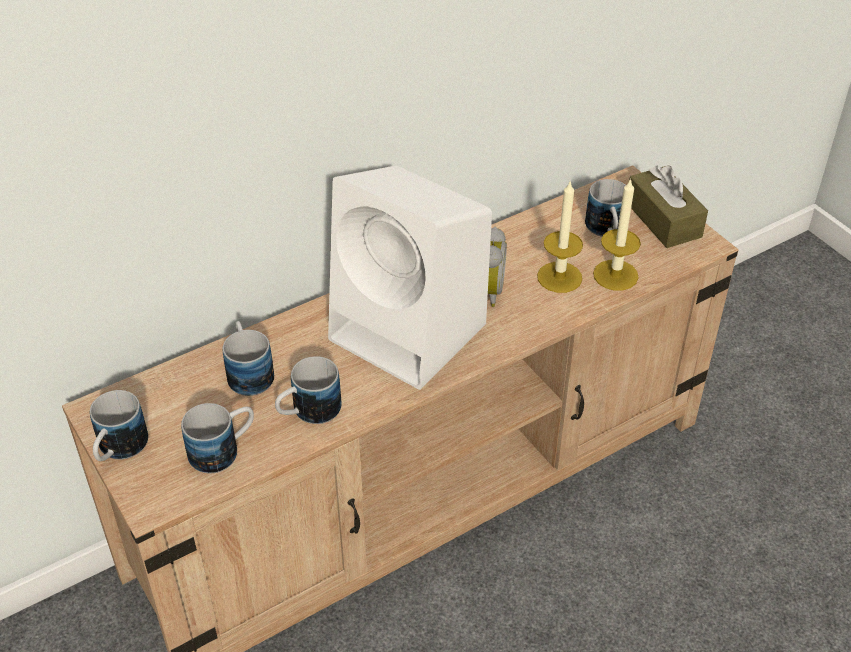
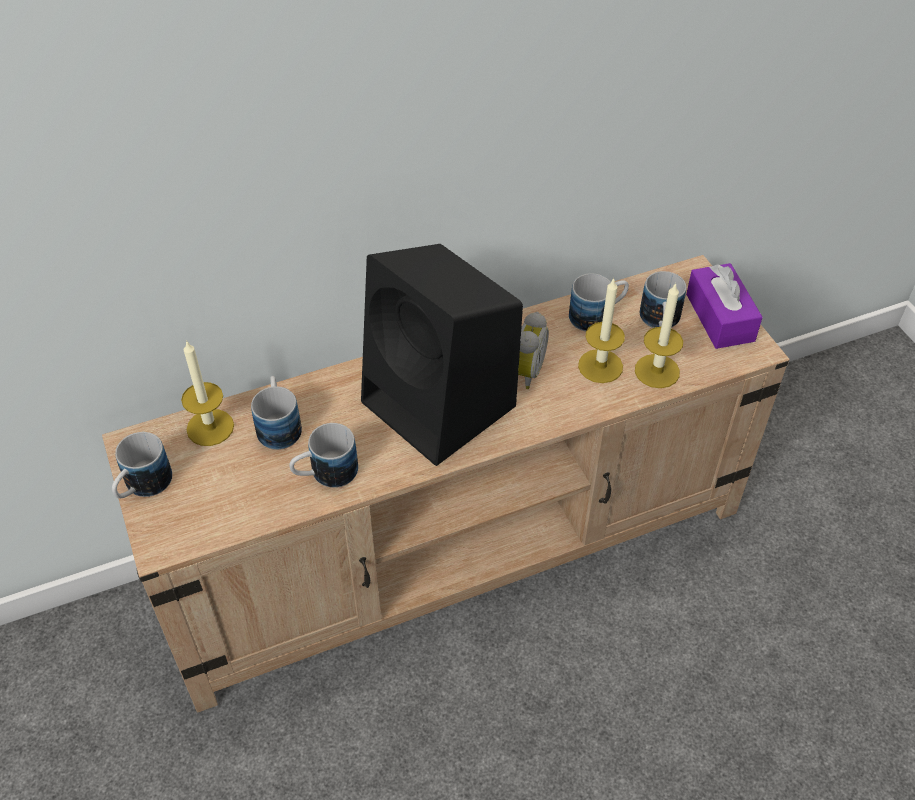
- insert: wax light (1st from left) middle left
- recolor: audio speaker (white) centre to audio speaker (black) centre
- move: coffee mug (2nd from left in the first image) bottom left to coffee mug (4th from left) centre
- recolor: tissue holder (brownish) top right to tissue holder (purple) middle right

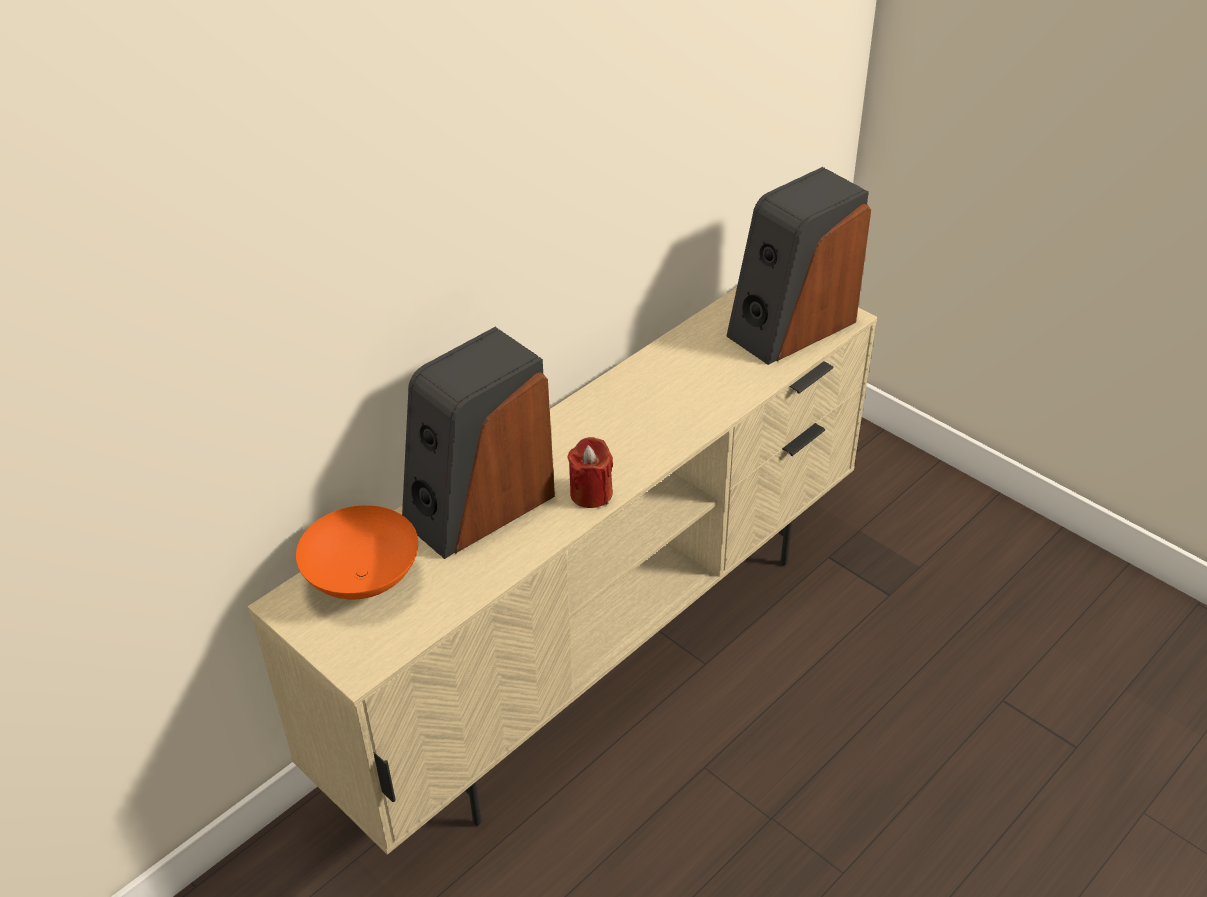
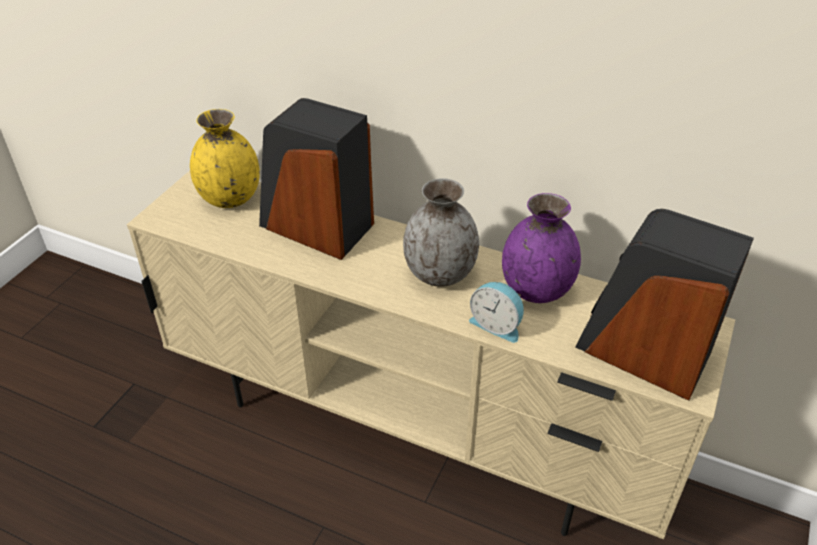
- replace: serving bowl (orangey) middle left to decorative vase (yellowish) top left
- insert: decorative vase (gray) centre
- insert: alarm clock centre
- insert: decorative vase (purple) centre
- delete: wax light (red-coloured) centre

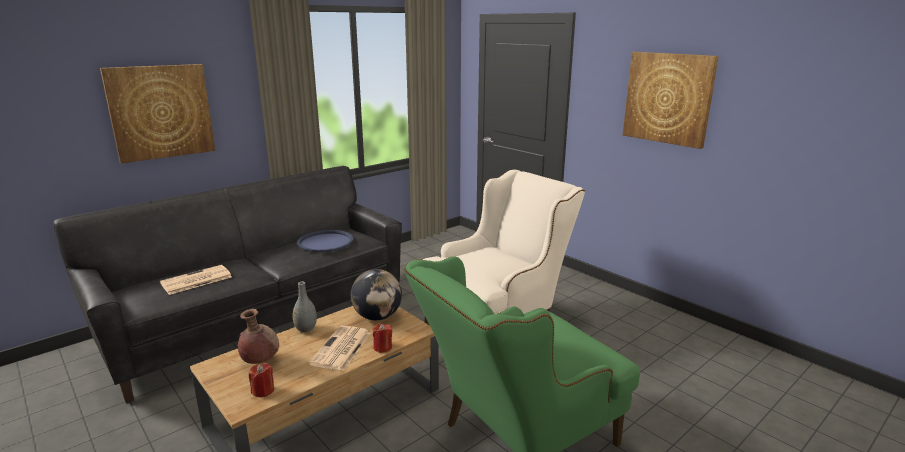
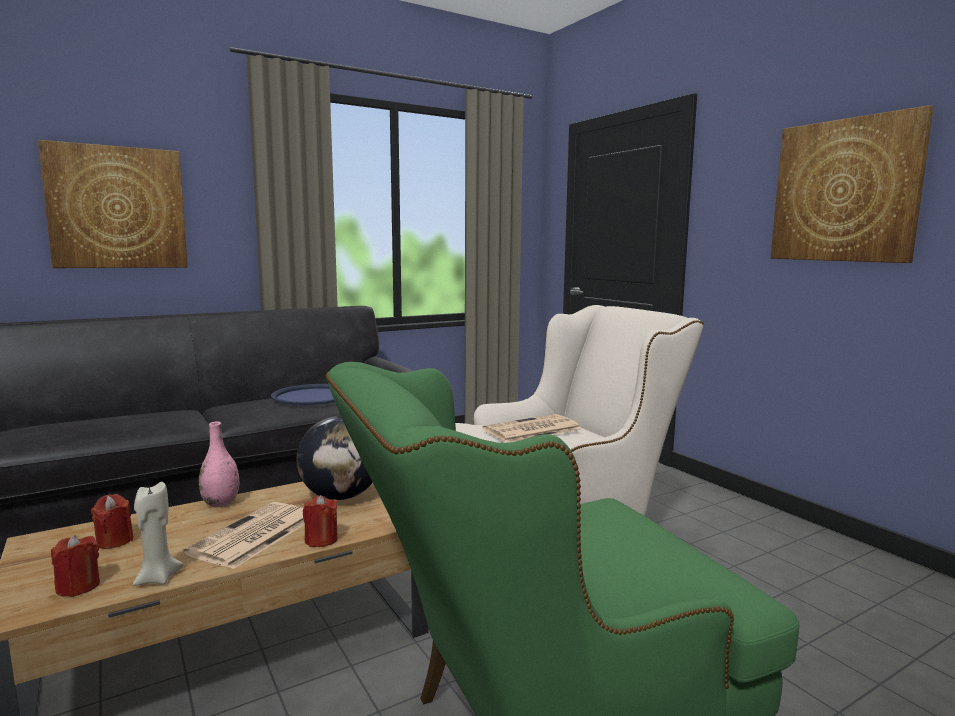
- replace: decorative vase (brownish) bottom left to wax light (red-coloured) (2nd from left) bottom left
- insert: wax light (beige-coloured) bottom left
- recolor: decorative vase (gray) bottom centre to decorative vase (pink) middle left
- move: daily paper (1st from left in the first image) middle left to daily paper (2nd from left) centre

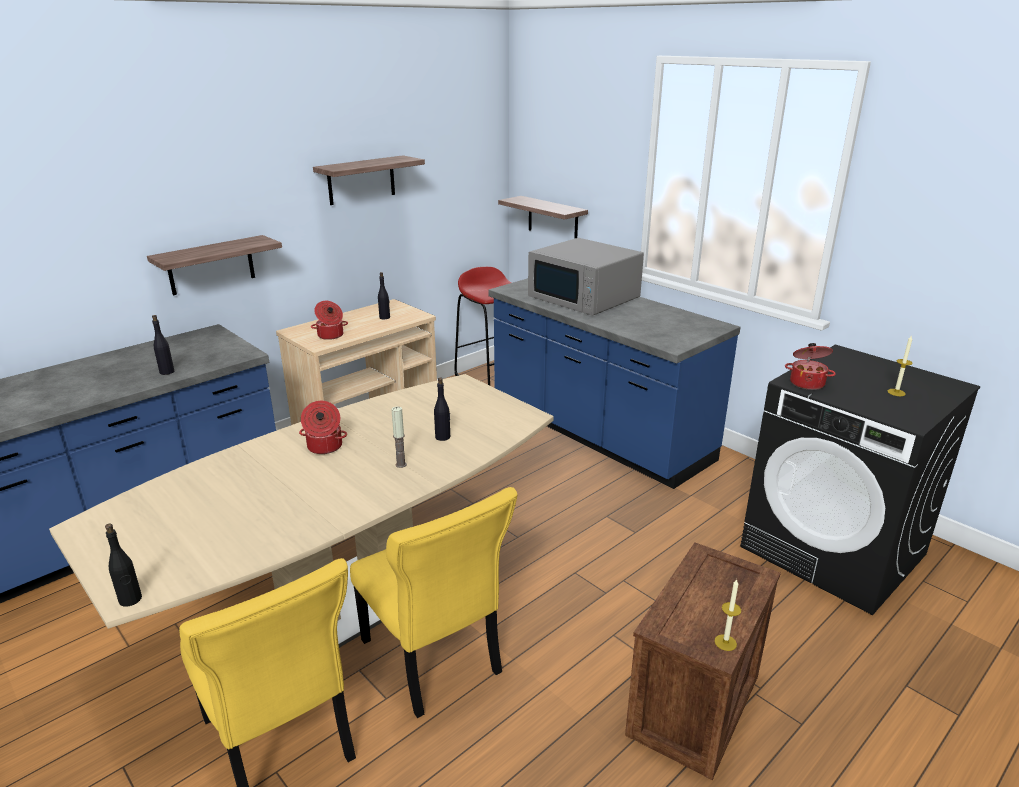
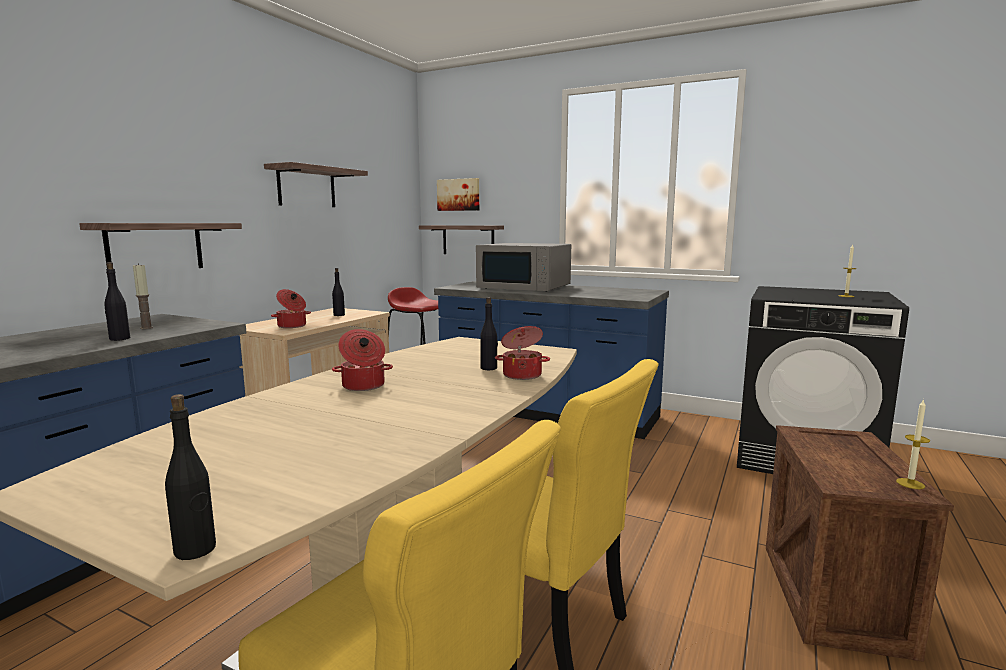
- move: wax light (1st from left) centre to middle left
- insert: wall art top centre
- move: cooking pot (3rd from left) middle right to centre

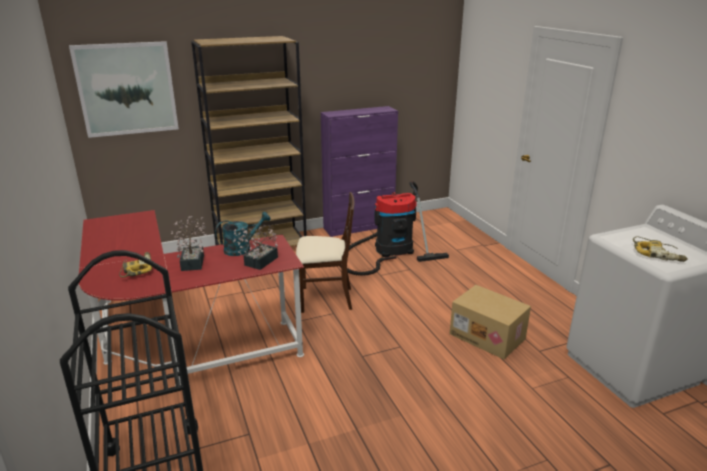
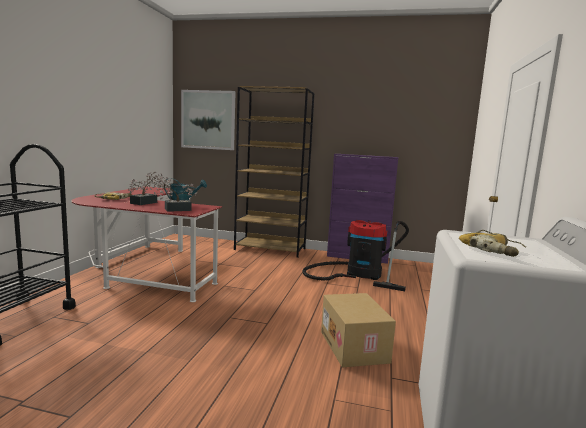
- delete: plain chair (beige-coloured) centre

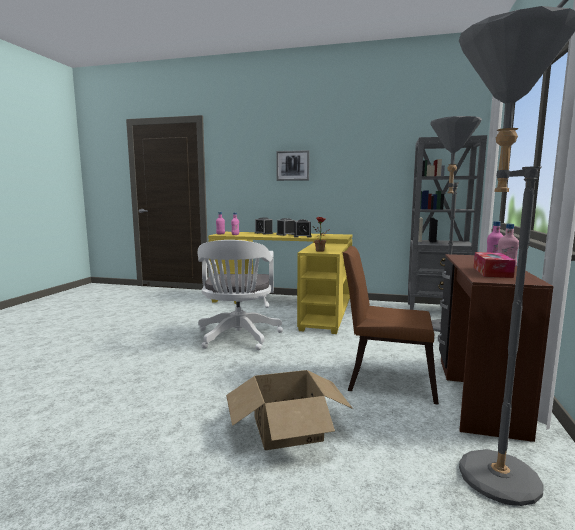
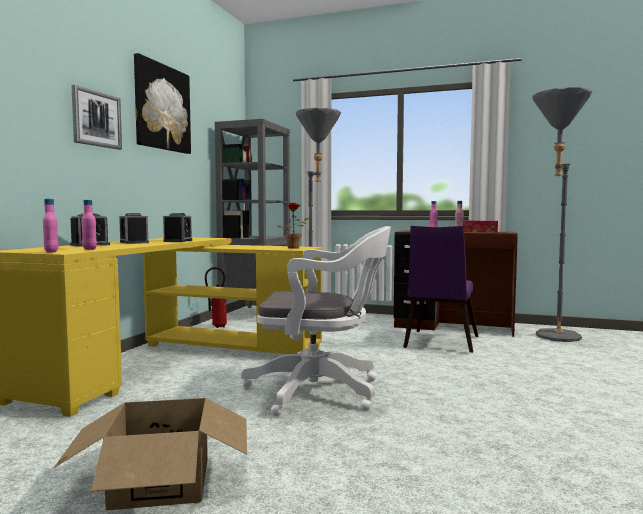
- move: carton bottom centre to bottom left
- insert: wall art (2nd from left) top left
- insert: fire-fighting cylinder centre
- recolor: plain chair (brownish) middle right to plain chair (purple) middle right

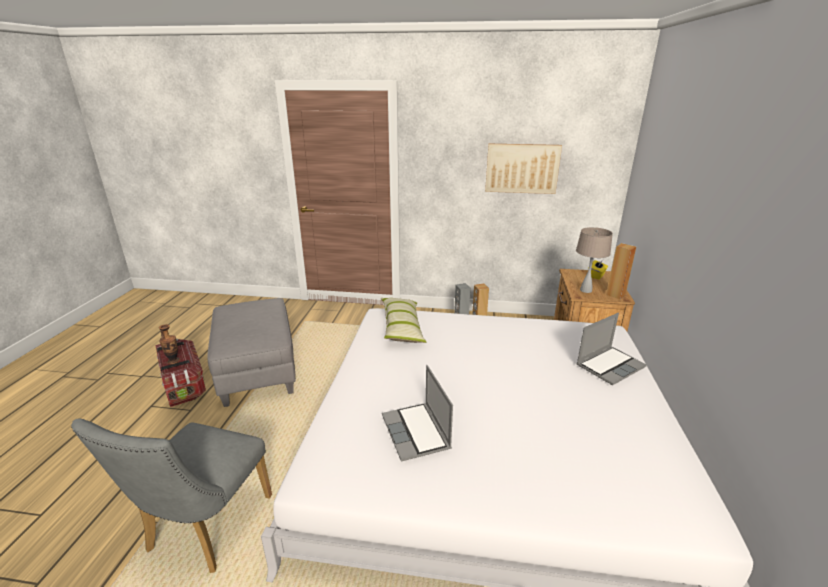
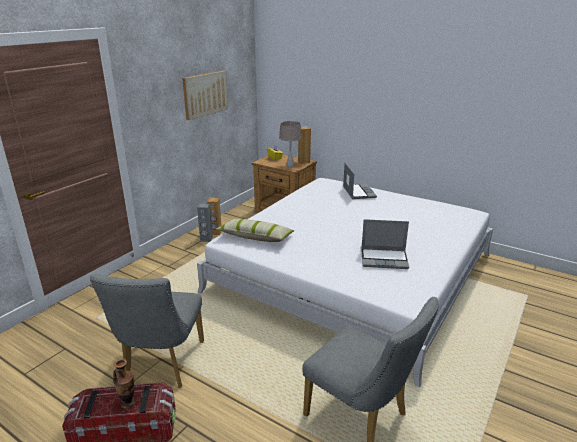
- replace: ottoman (gray) middle left to plain chair (gray) (1st from left) bottom left

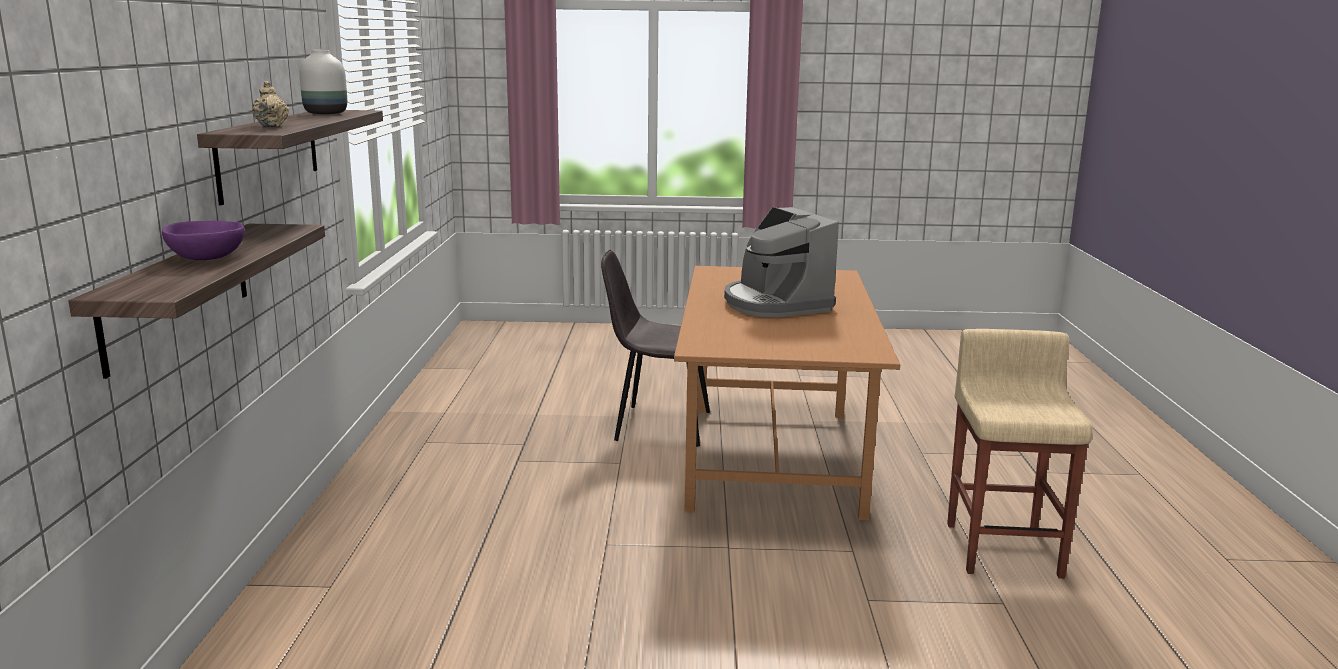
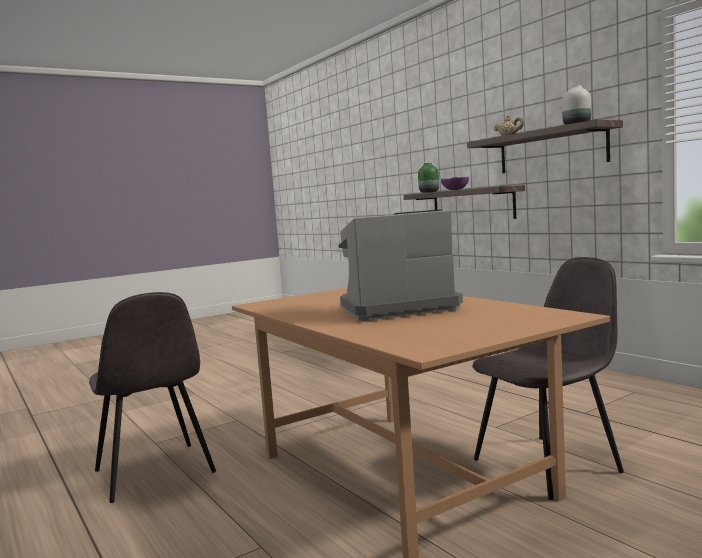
- replace: stool seat (beige-coloured) bottom right to plain chair (gray) (1st from left) bottom left
- rotate: coffee machine centre = centre 45 degrees counterclockwise
- insert: decorative vase (greenish) top centre

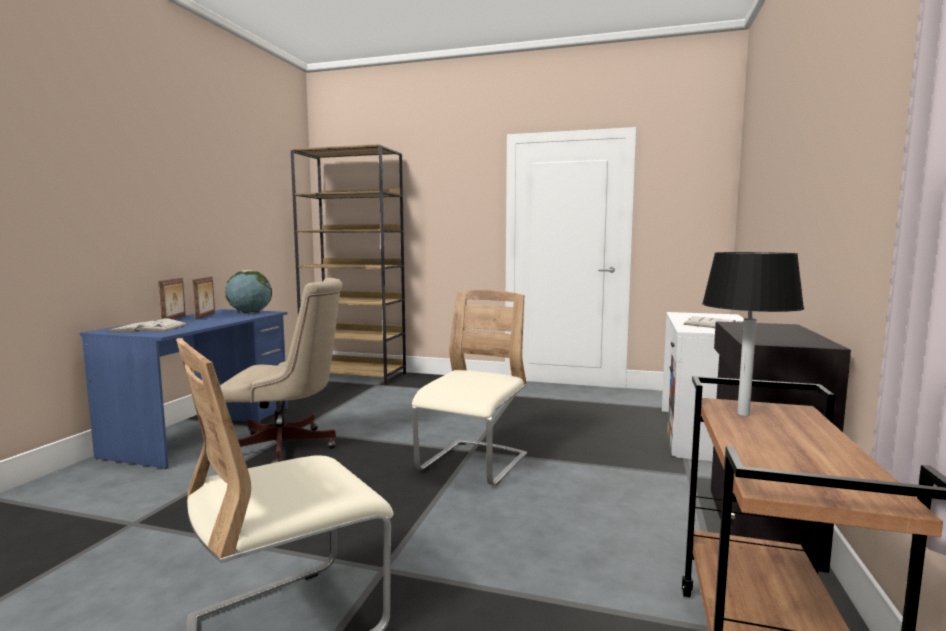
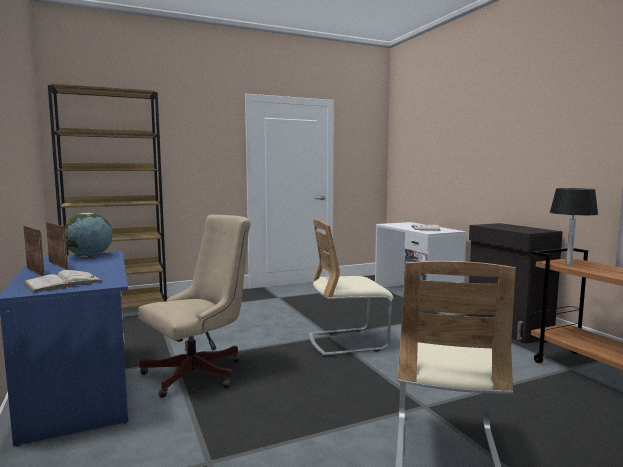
- rotate: plain chair (beige-coloured) (2nd from left in the first image) centre = centre 90 degrees counterclockwise

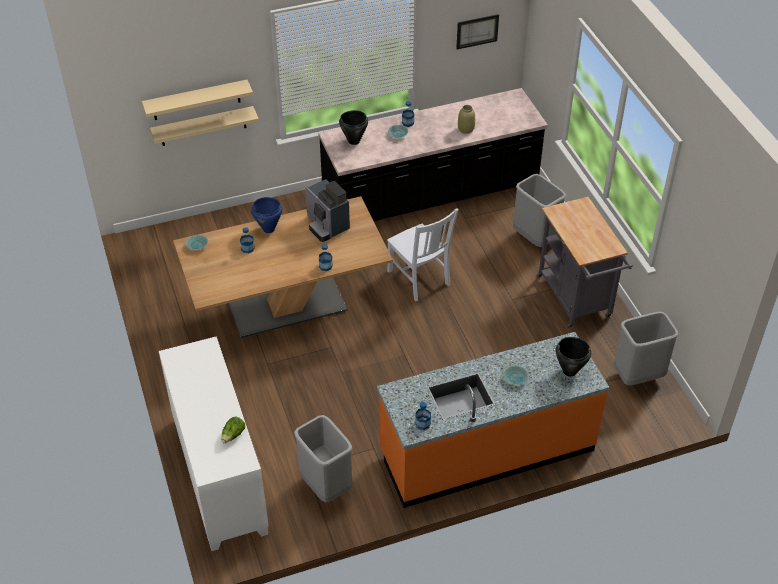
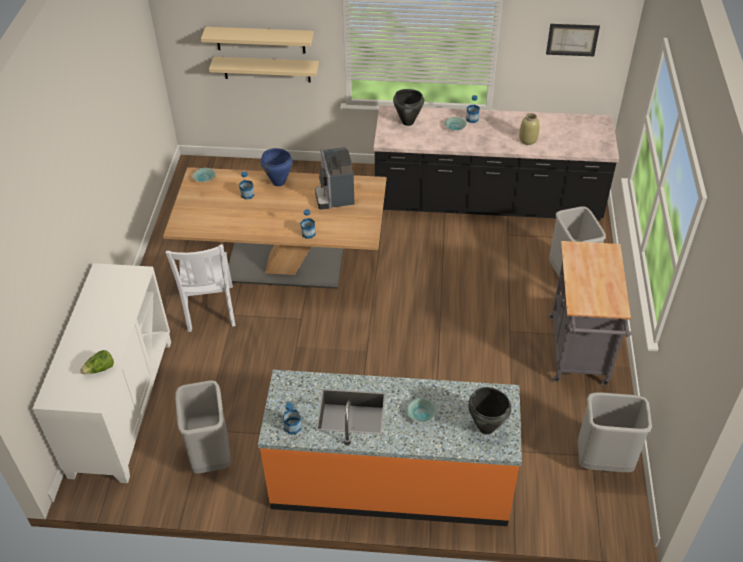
- move: plain chair (white) centre to middle left

